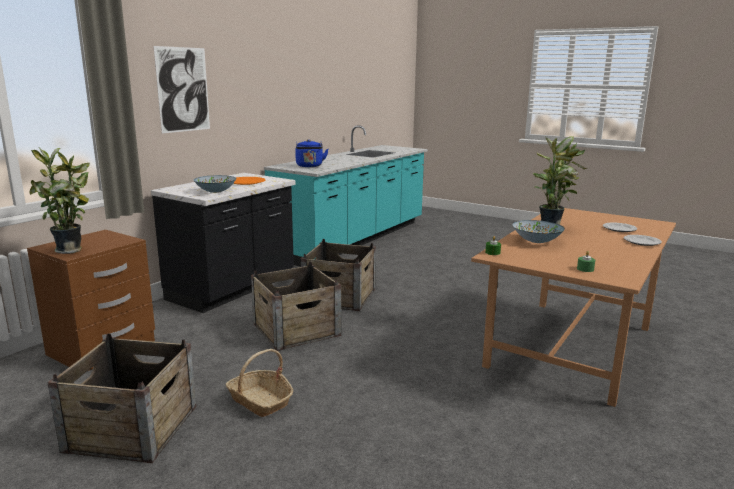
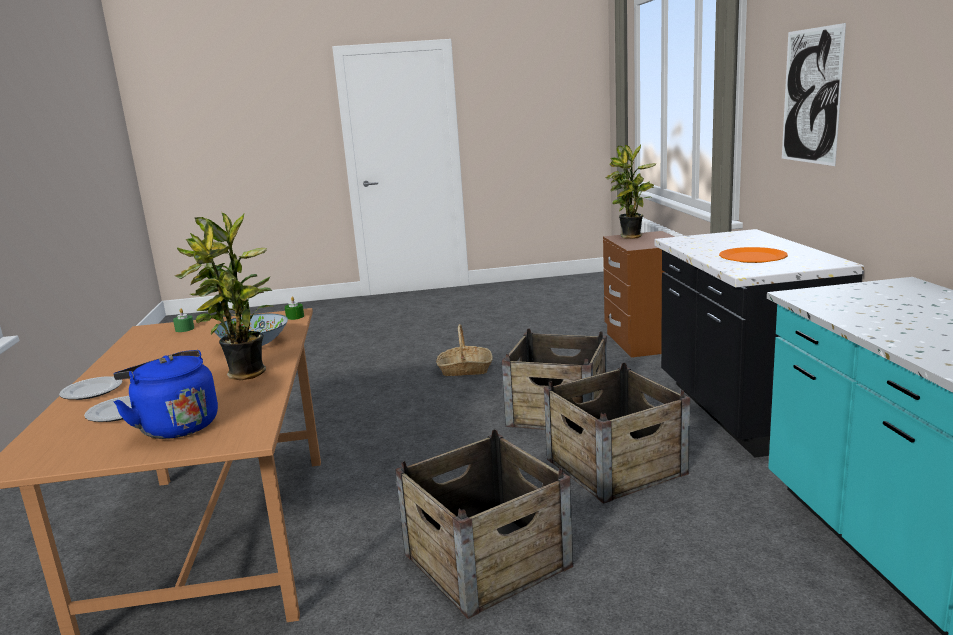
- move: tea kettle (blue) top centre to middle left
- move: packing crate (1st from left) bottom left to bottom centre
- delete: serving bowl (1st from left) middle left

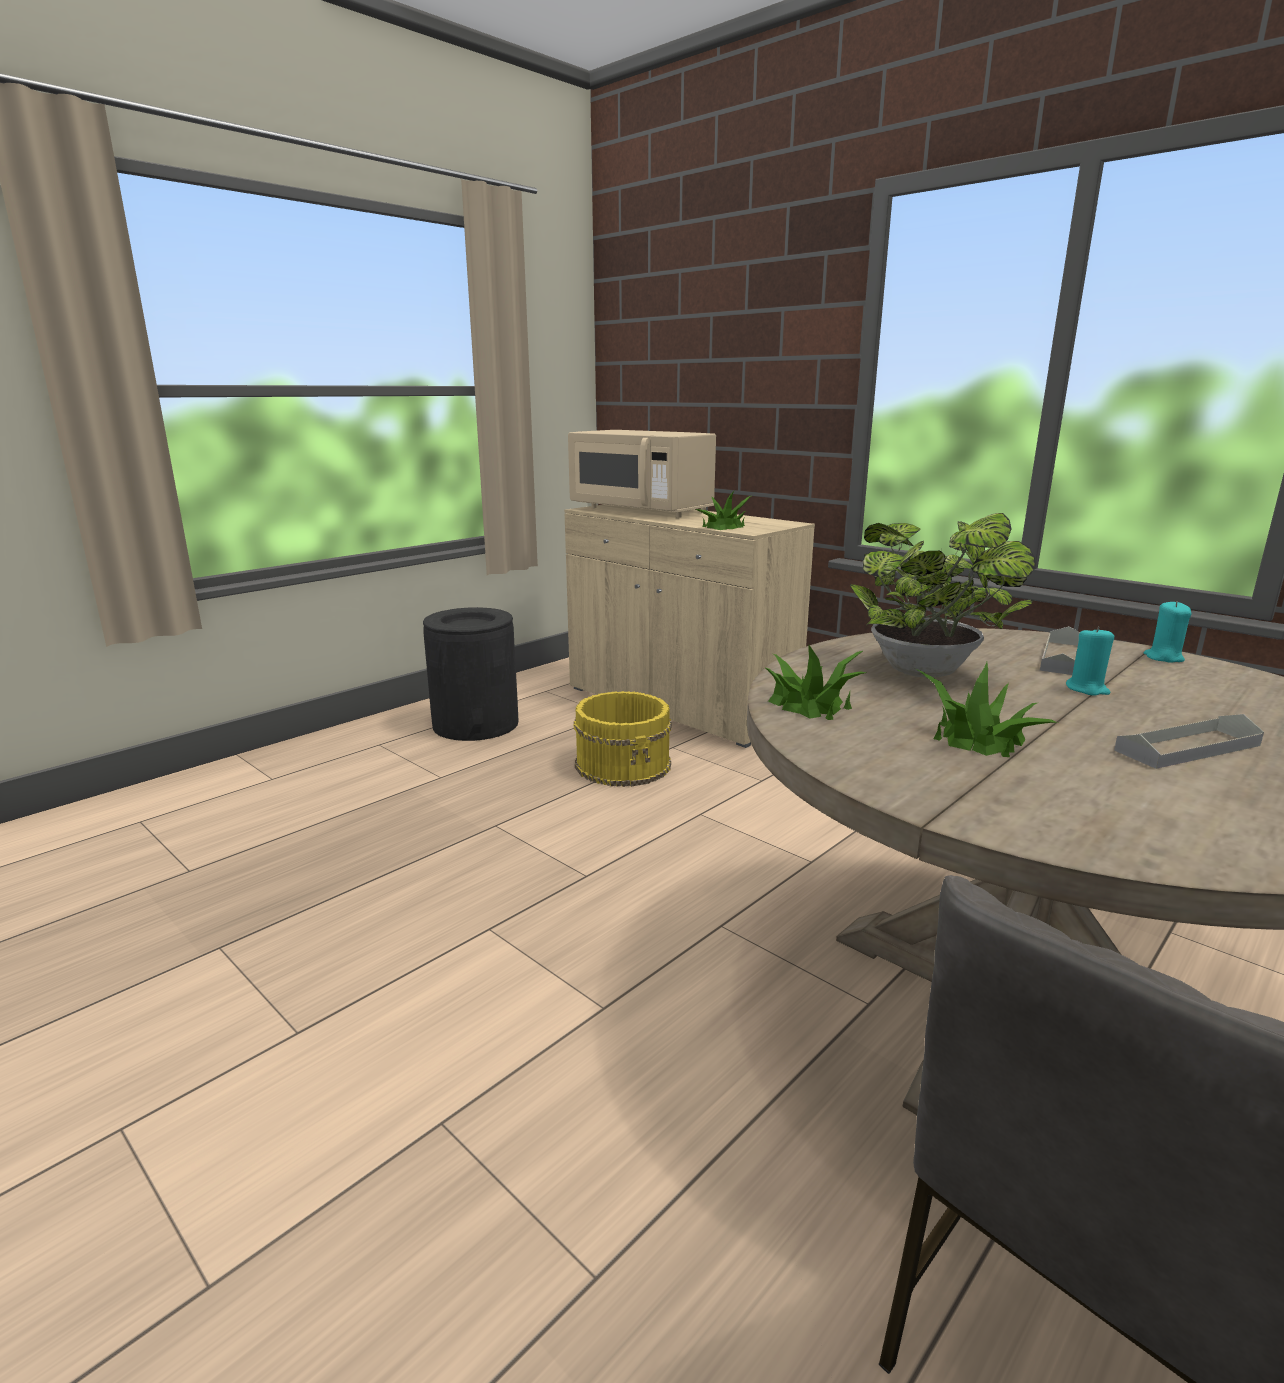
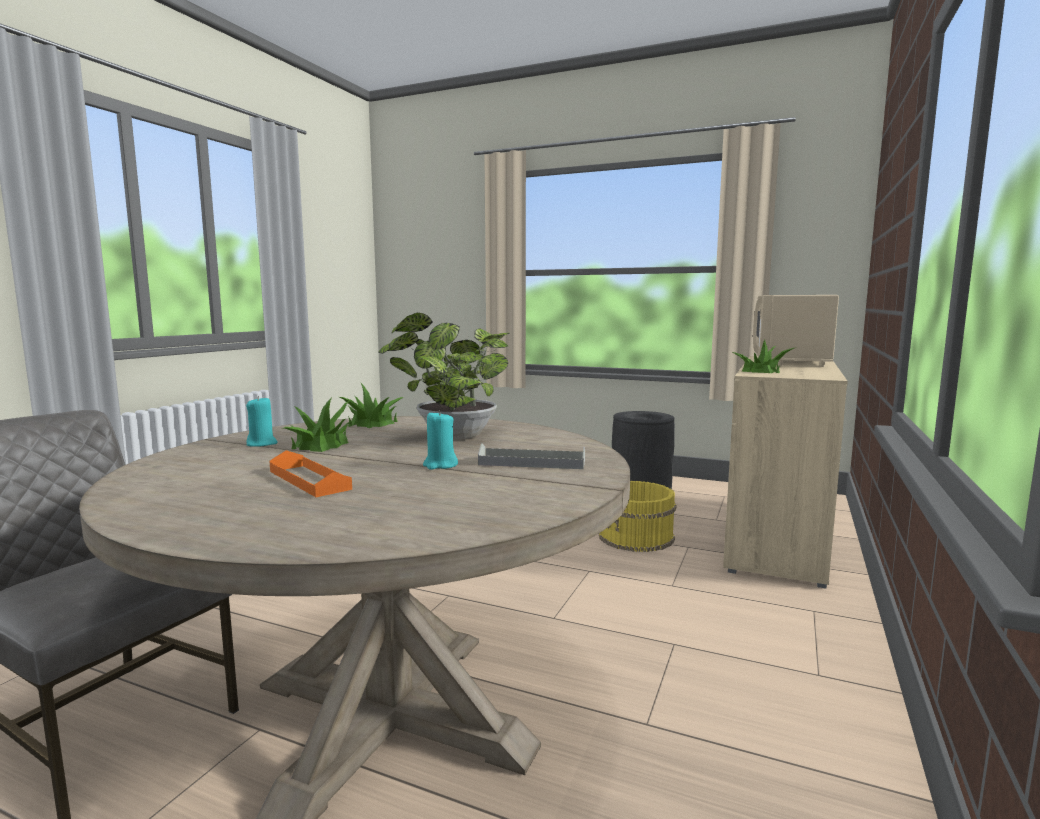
- move: wax light (turquoise) (2nd from left in the first image) middle right to wax light (turquoise) (1st from left) middle left
- recolor: serving tray (gray) (2nd from left) middle right to serving tray (orangey) middle left

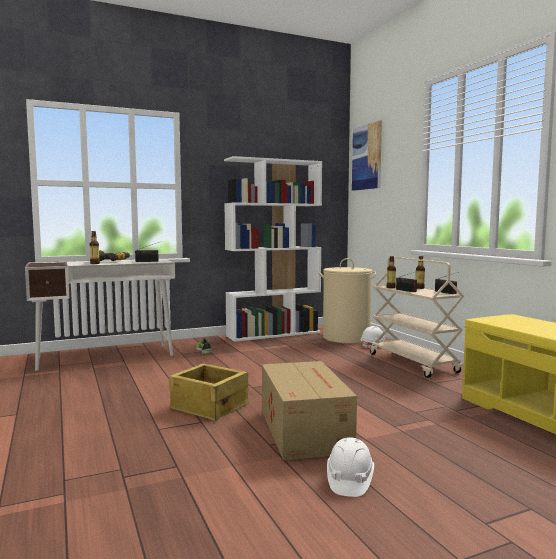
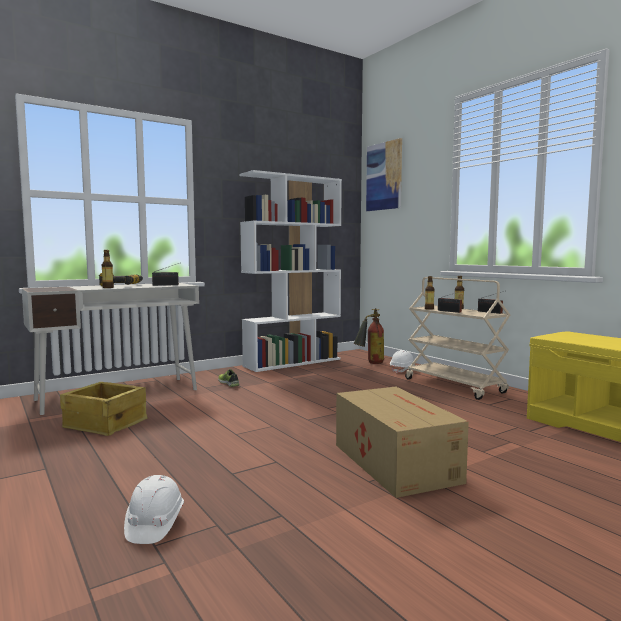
- move: packing crate bottom centre to middle left
- move: work helmet (white) (1st from left) bottom centre to bottom left
- replace: washing basket (beige-coloured) centre to fire-fighting cylinder centre

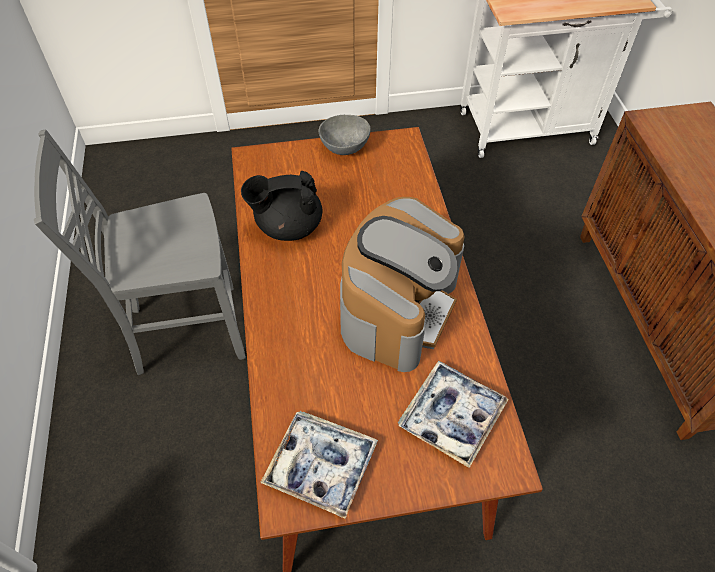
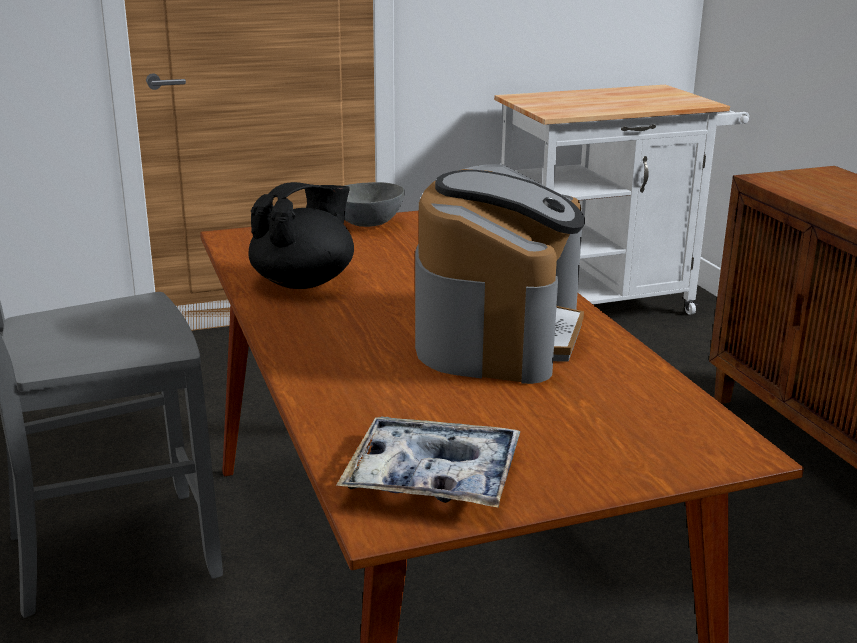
- rotate: teapot (black) centre = centre 150 degrees clockwise
- delete: serving tray (2nd from left) bottom centre

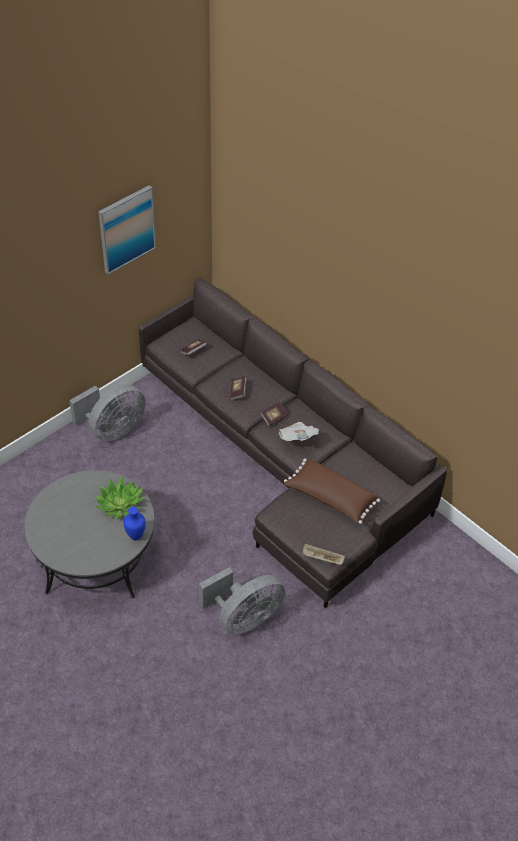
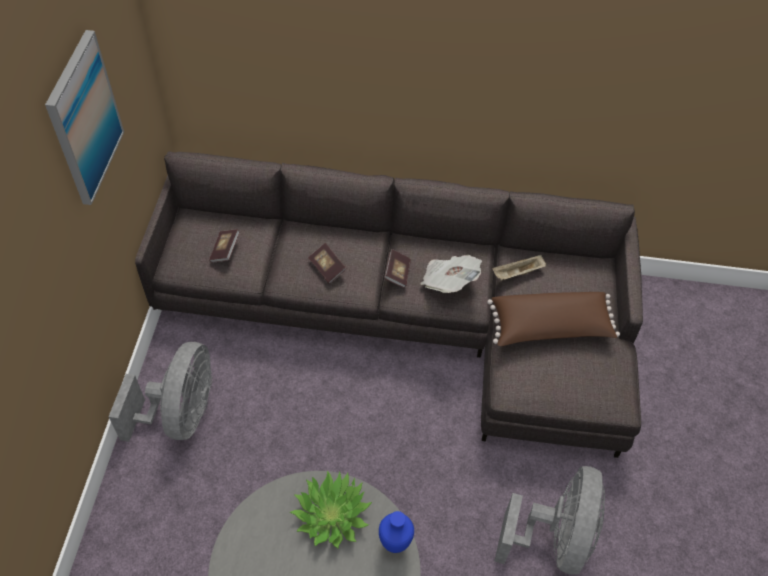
- move: serving tray (beige-coloured) centre to middle right

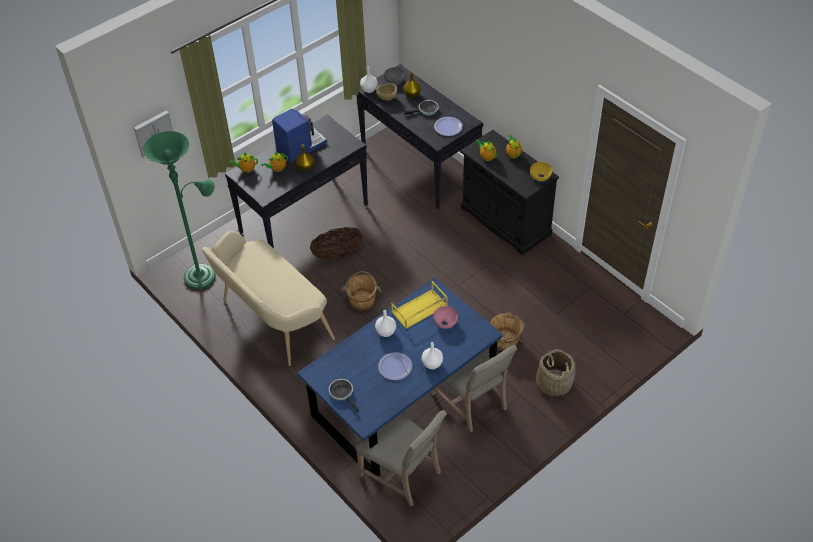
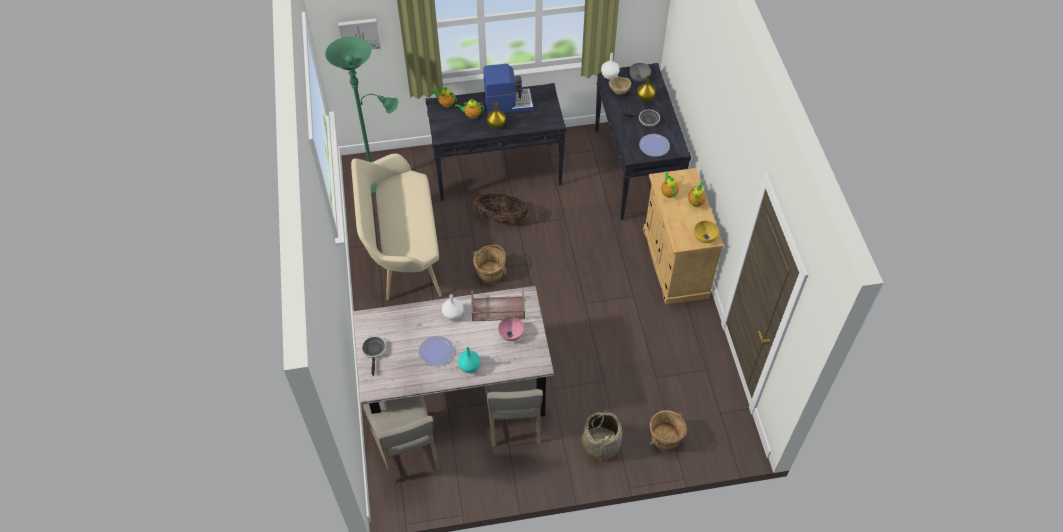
- recolor: dining table (blue) bottom centre to dining table (gray) centre
- recolor: decorative vase (white) (3rd from left) centre to decorative vase (turquoise) bottom centre
- recolor: serving tray (yellowish) centre to serving tray (brownish) centre
- recolor: cabinet (black) centre to cabinet (beige-coloured) centre
- move: water bucket (brownish) (2nd from left) centre to bottom centre

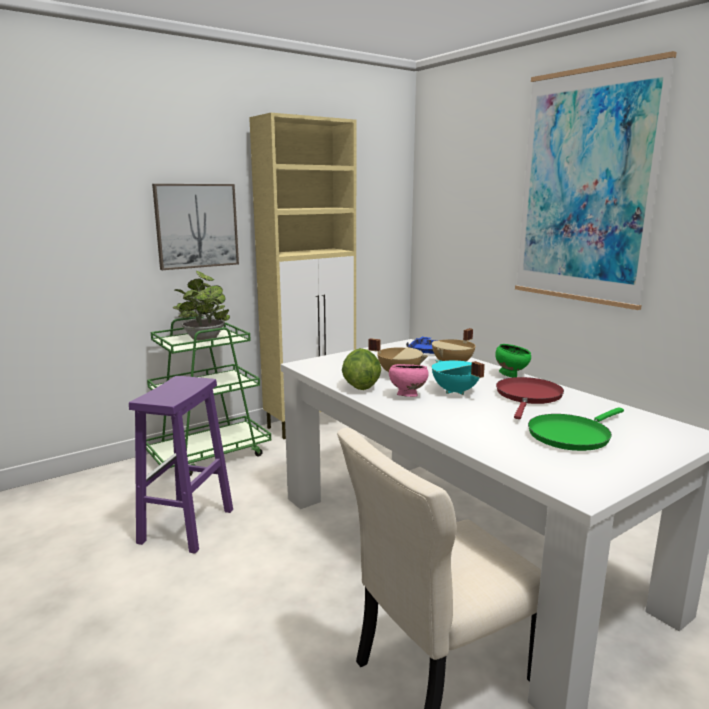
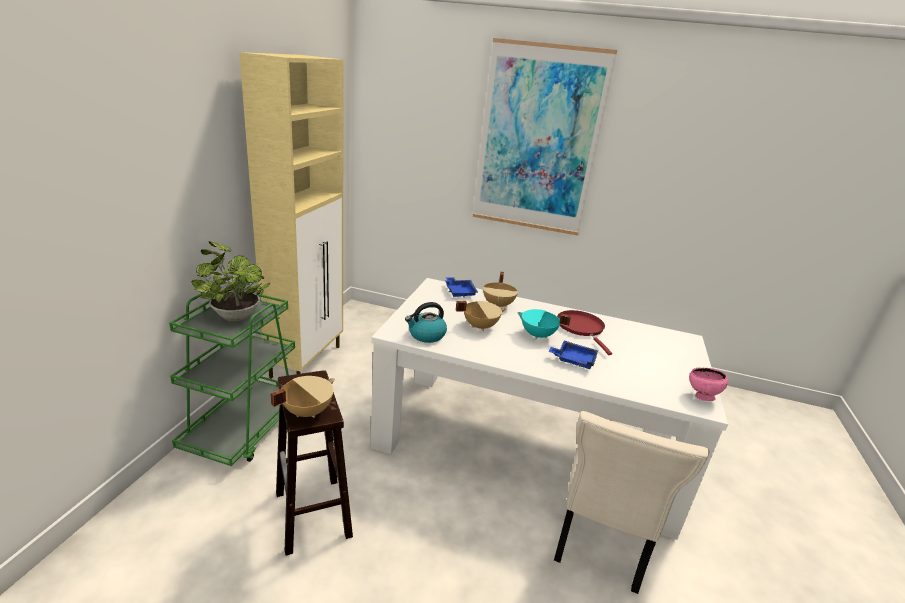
- insert: cooking pot (beige-coloured) (1st from left) centre
- recolor: stool seat (purple) middle left to stool seat (brownish) bottom centre
- insert: tea kettle centre
- insert: serving tray (blue) (2nd from left) centre
- move: serving bowl (pink) centre to middle right
- delete: wall art (1st from left) top left
- delete: lettuce head centre
- delete: serving bowl (greenish) middle right
- delete: pan (greenish) middle right

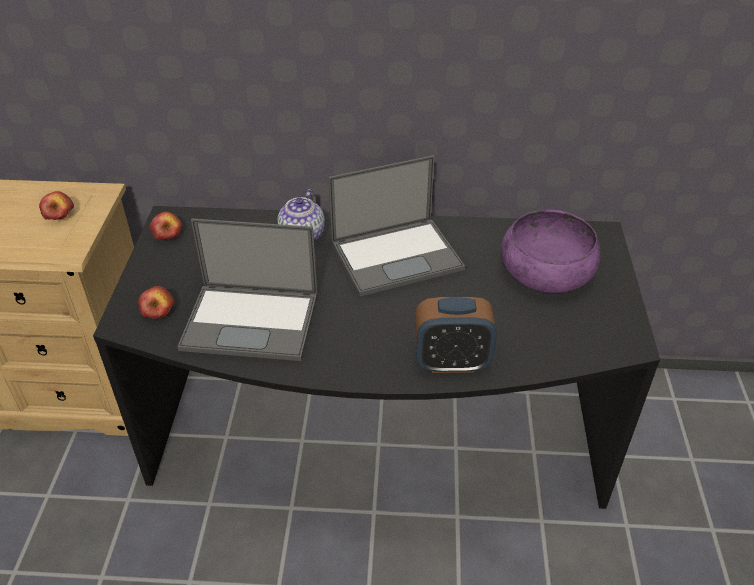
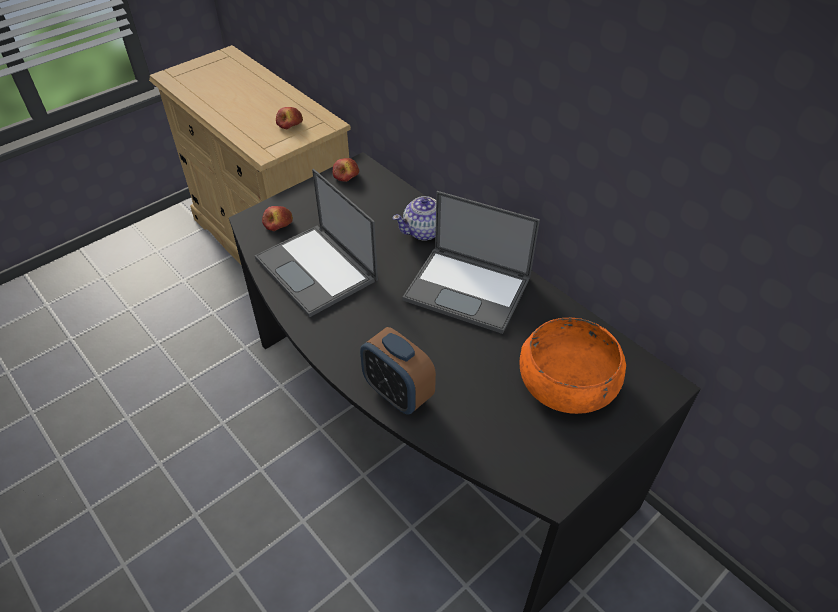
- recolor: serving bowl (purple) middle right to serving bowl (orangey) middle right

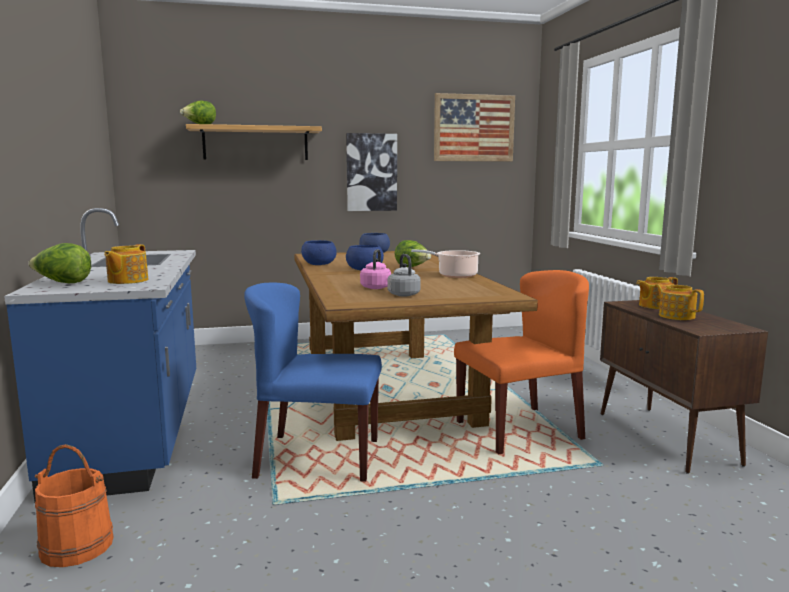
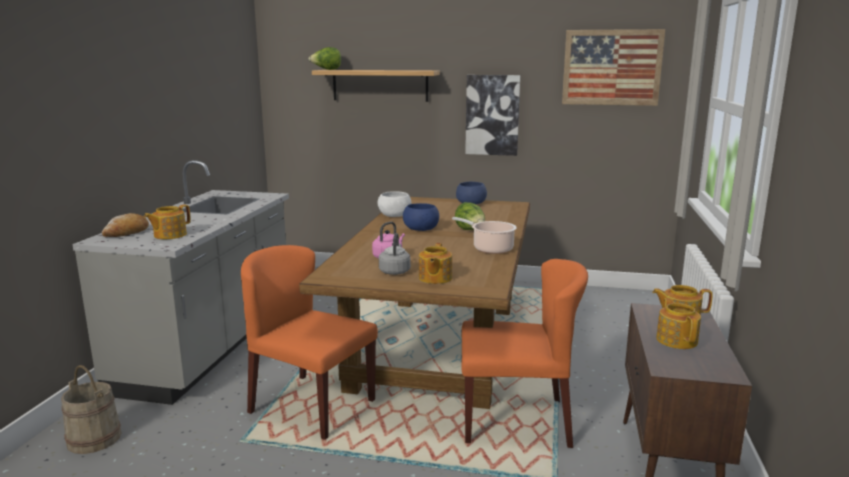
- recolor: water bucket (orangey) bottom left to water bucket (beige-coloured) bottom left
- recolor: counter (blue) middle left to counter (gray) middle left
- replace: lettuce head (1st from left) middle left to baked bread middle left
- recolor: plain chair (blue) centre to plain chair (orangey) (1st from left) bottom centre
- recolor: serving bowl (blue) (1st from left) centre to serving bowl (white) centre
- insert: teapot (2nd from left) centre

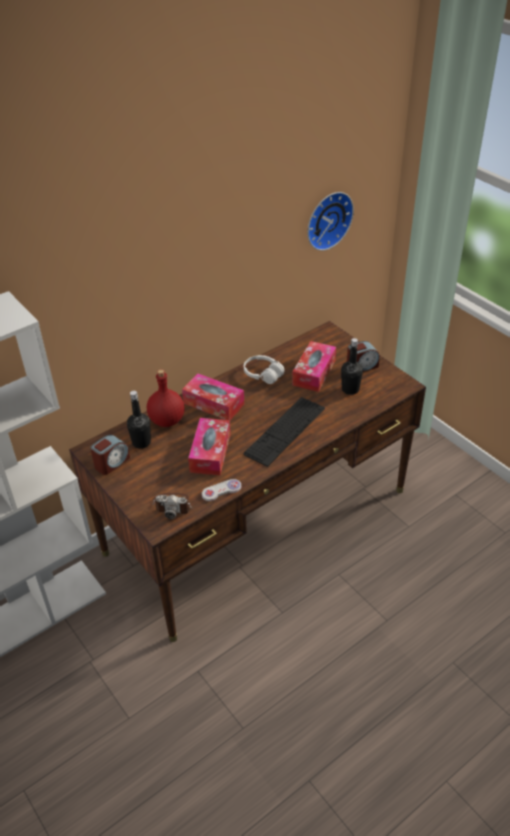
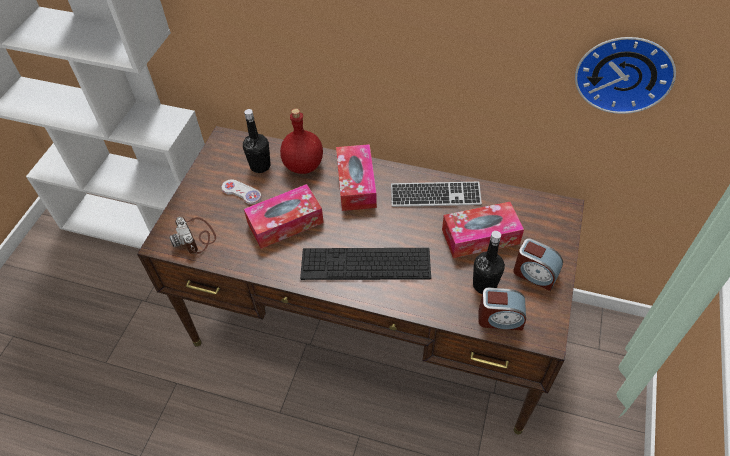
- move: game controller (white) centre to middle left
- replace: pair of headphones (white) centre to PC keyboard (2nd from left) centre
- move: alarm clock (1st from left) middle left to bottom right

